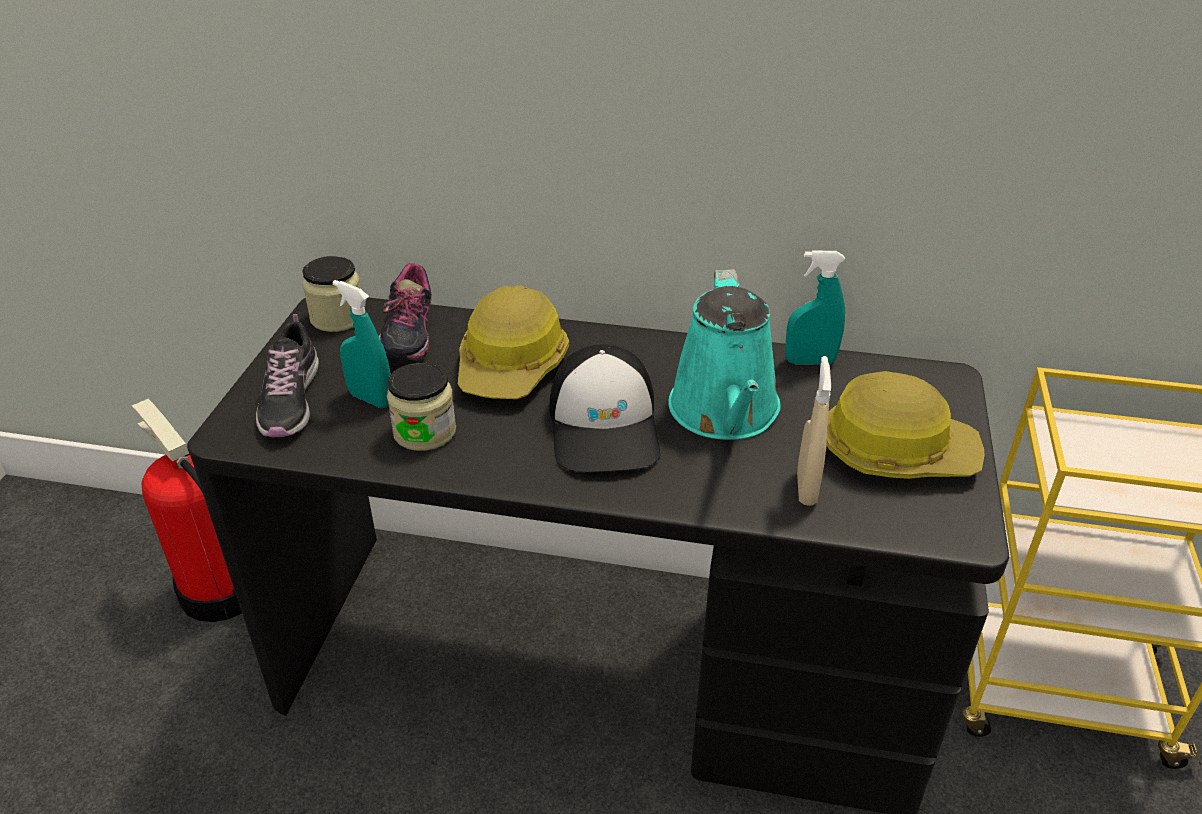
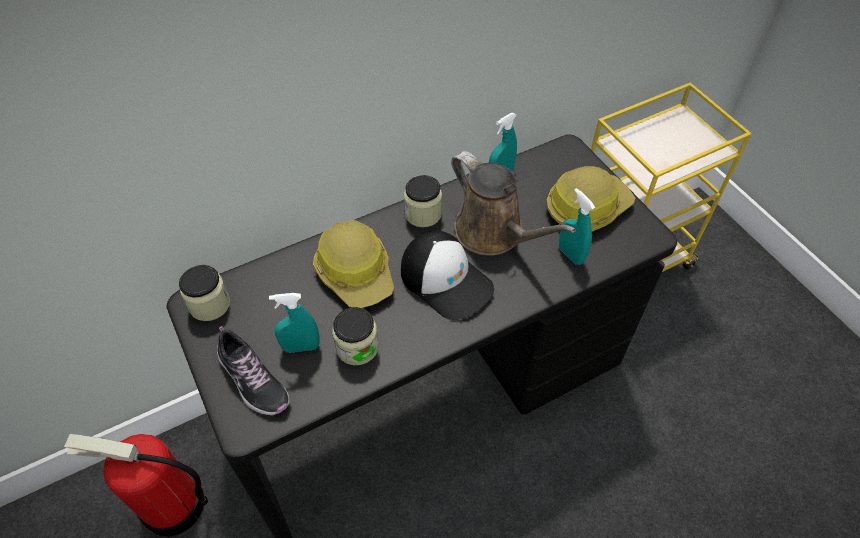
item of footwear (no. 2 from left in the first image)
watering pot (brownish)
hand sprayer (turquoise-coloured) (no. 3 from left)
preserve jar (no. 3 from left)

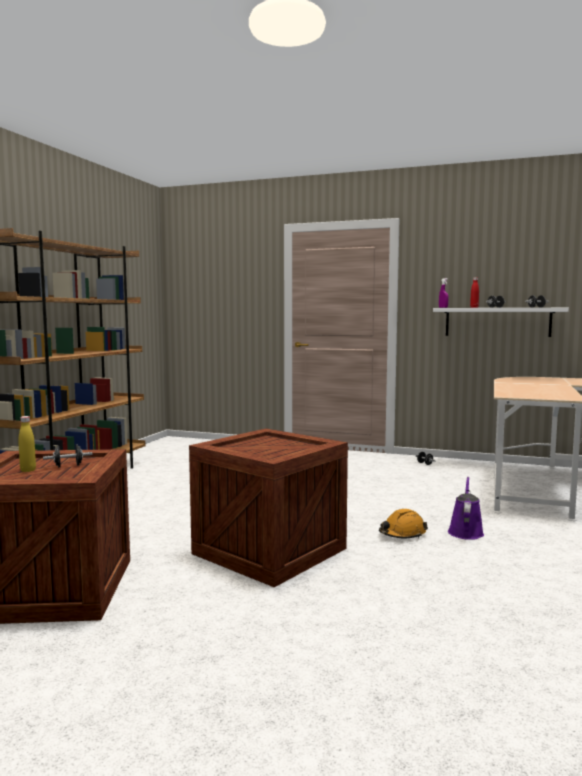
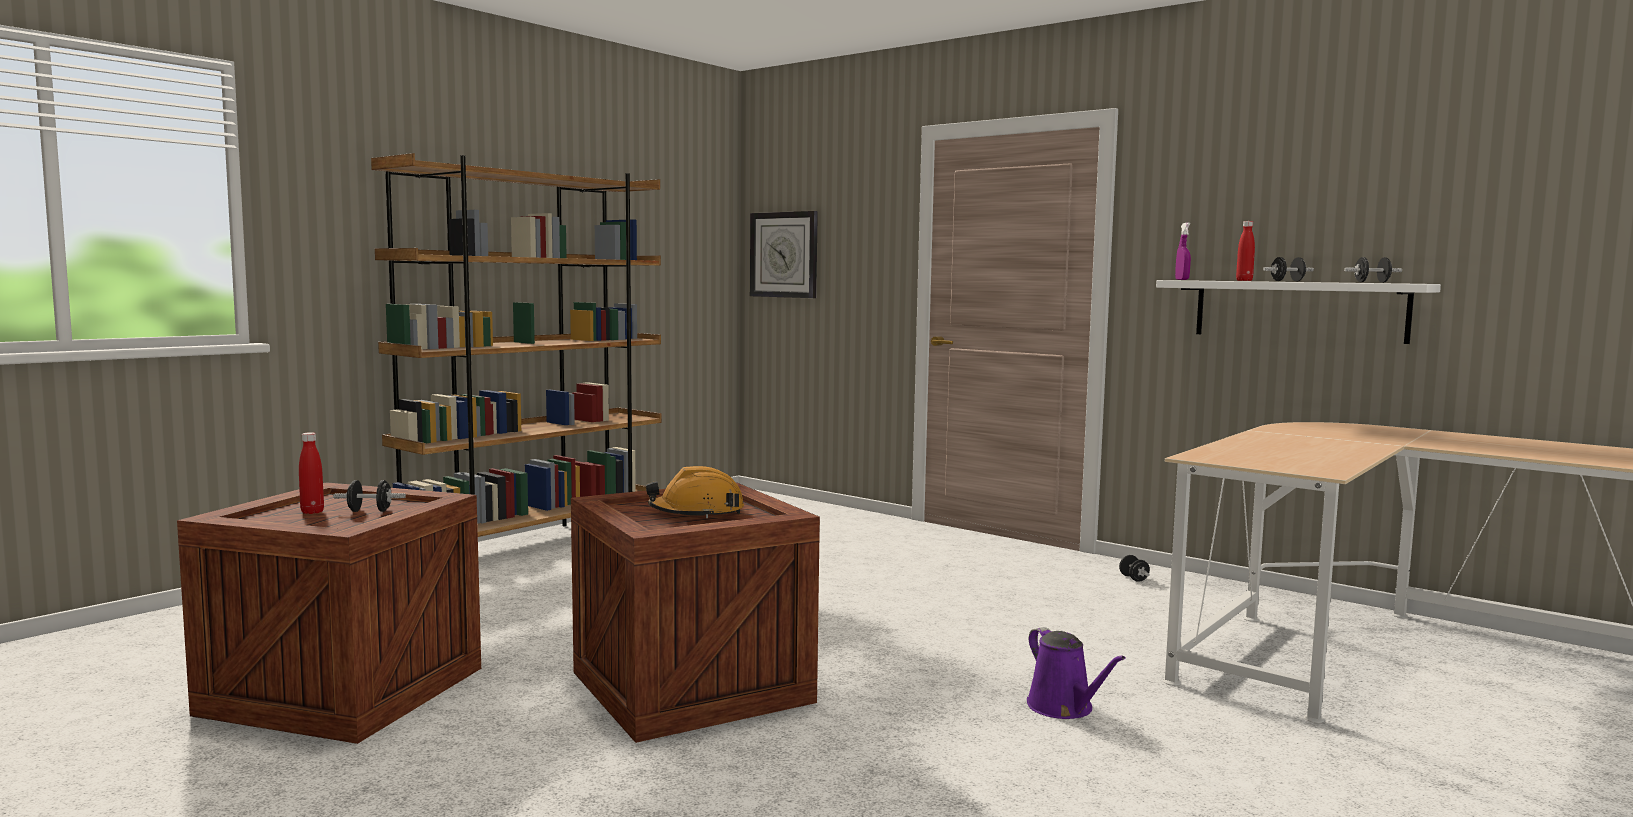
beverage bottle (red) (no. 1 from left)
watering pot (purple-coloured)
safety helmet (orangey)
hanging clock

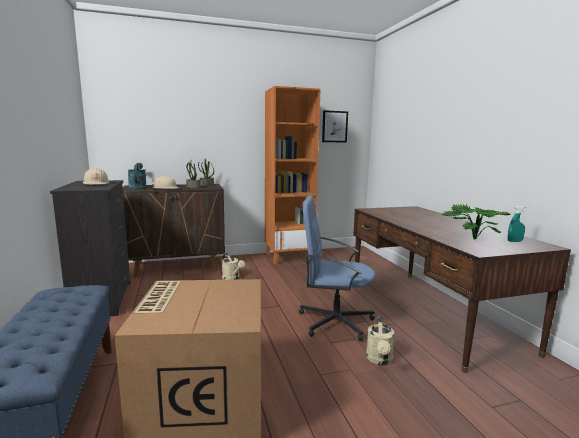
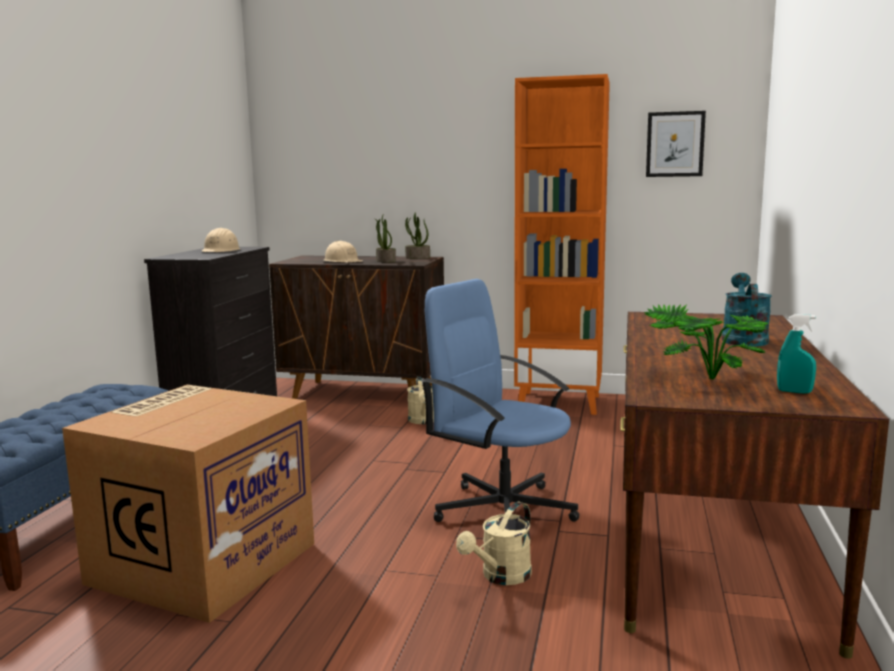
watering pot (turquoise-coloured)

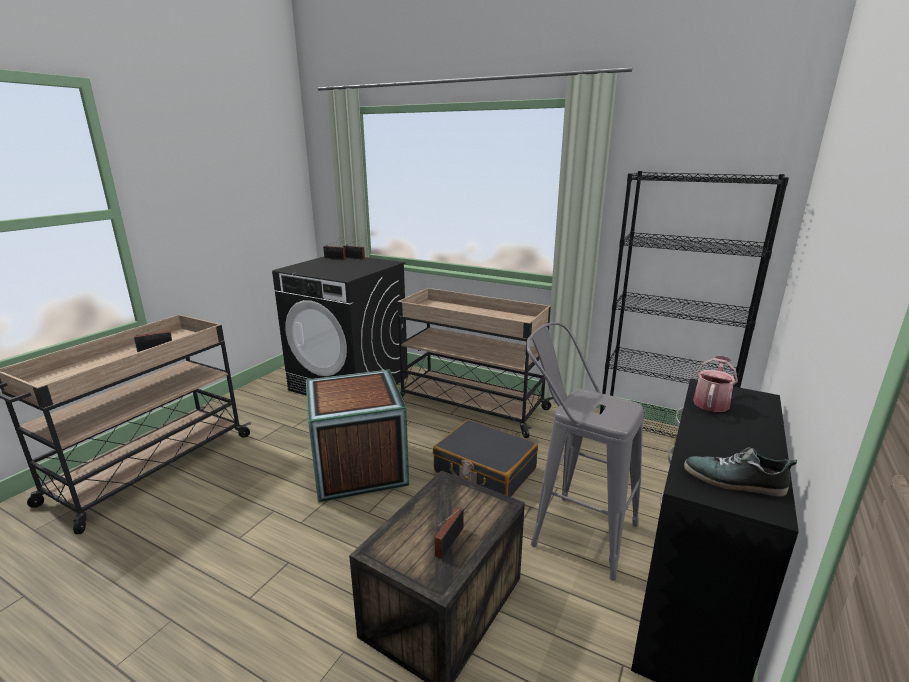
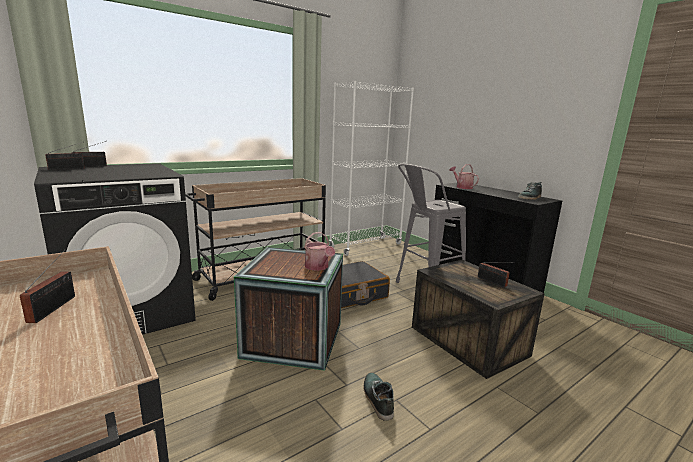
bookcase (white)
watering pot (no. 1 from left)
item of footwear (no. 1 from left)

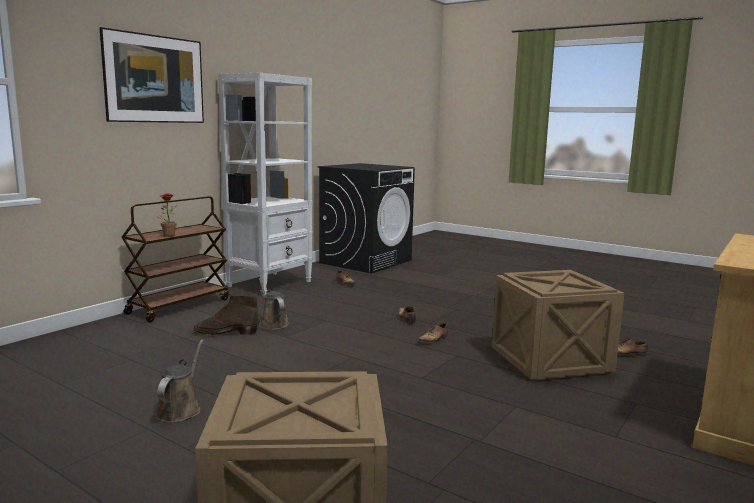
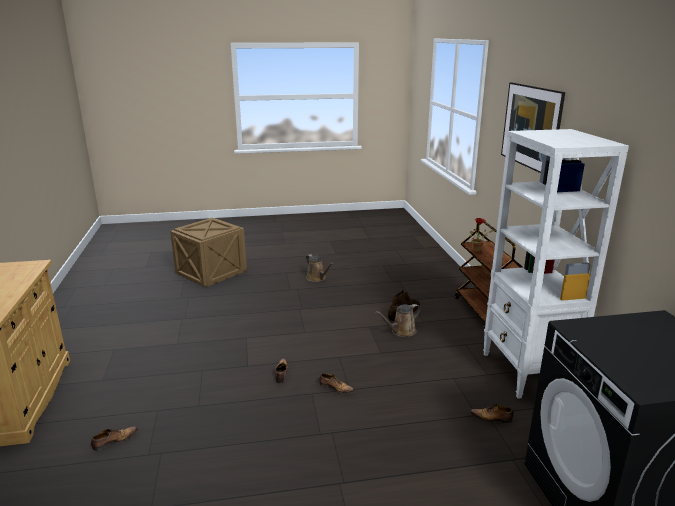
shipping crate (no. 2 from left in the first image)
watering pot (brownish) (no. 2 from left)

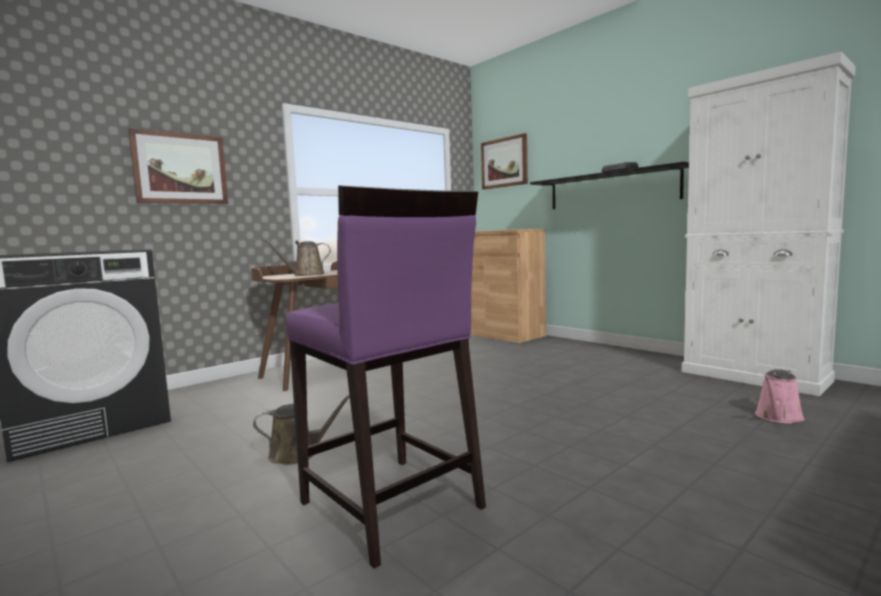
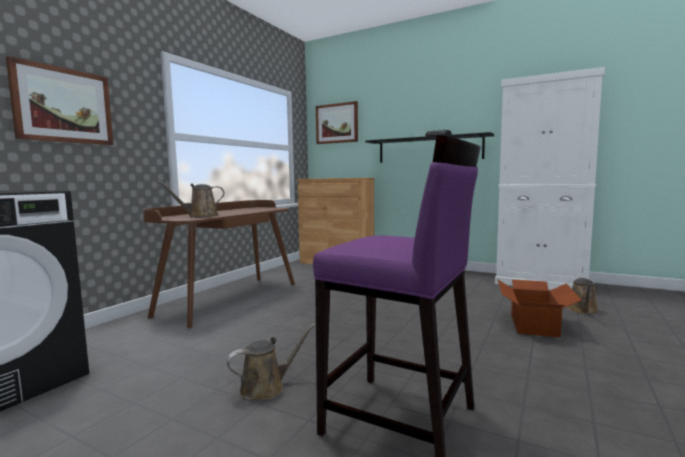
watering pot (brownish) (no. 3 from left)
packing box

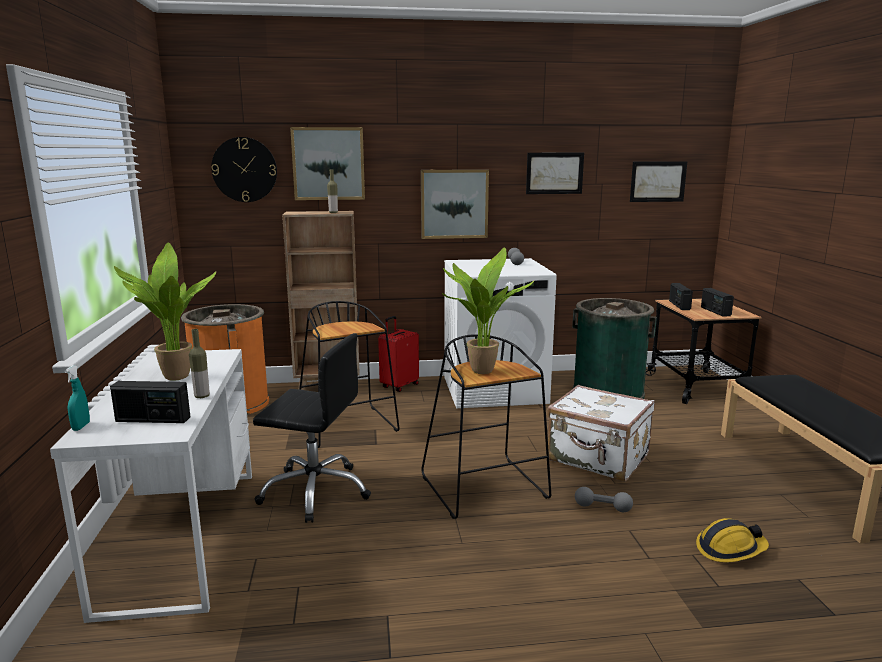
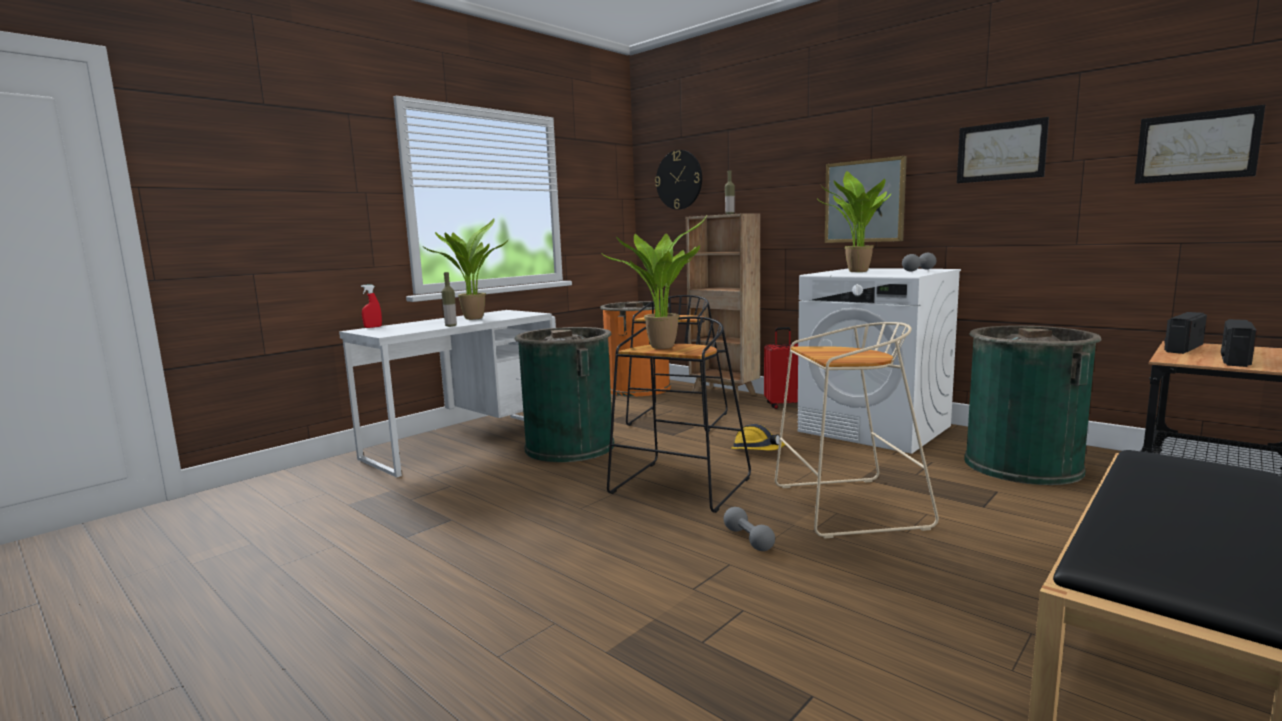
wall art (no. 1 from left in the first image)
waste bin (greenish) (no. 1 from left)
hand sprayer (red)
radio (no. 1 from left in the first image)
sitting stool (beige-coloured)
safety helmet
potted plant (no. 3 from left)

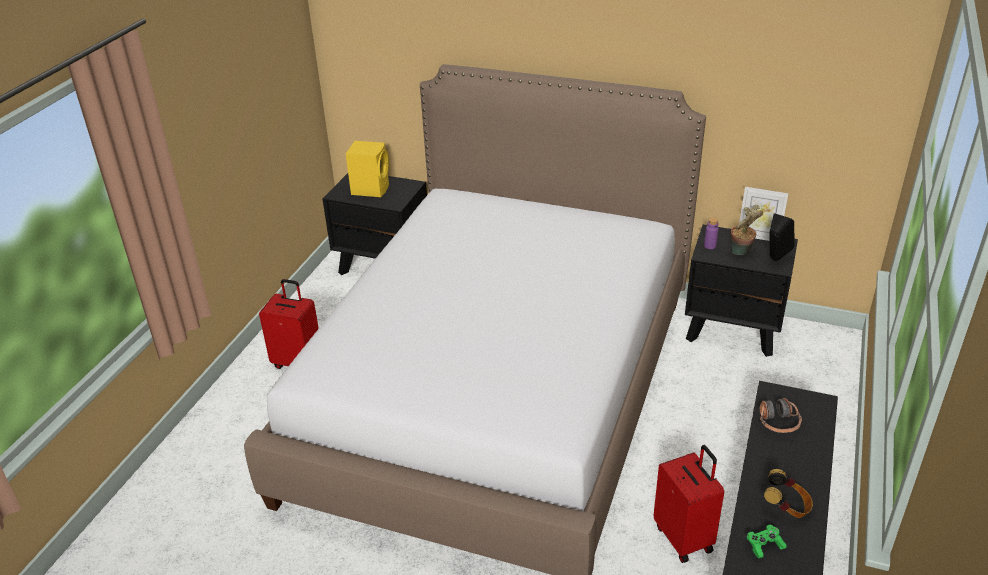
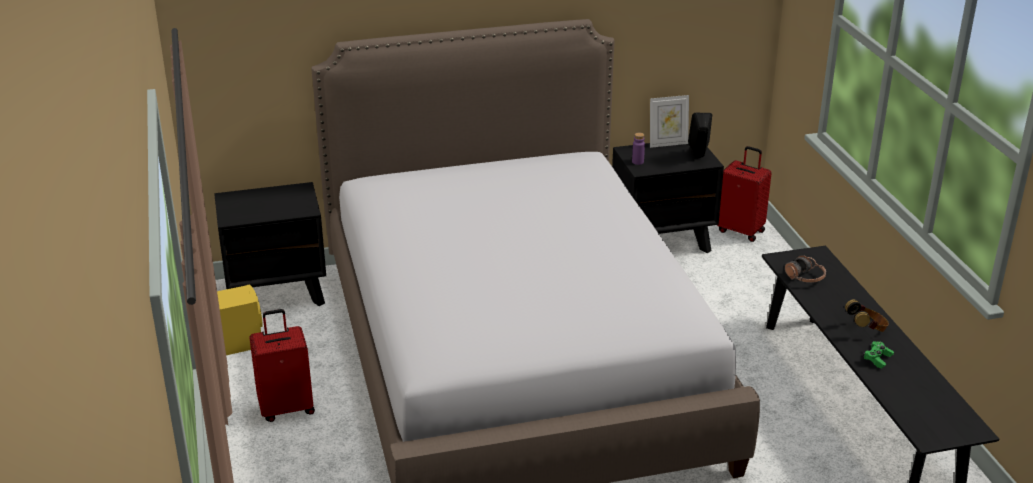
loudspeaker (yellow-coloured)
potted plant
travel case (red) (no. 2 from left)

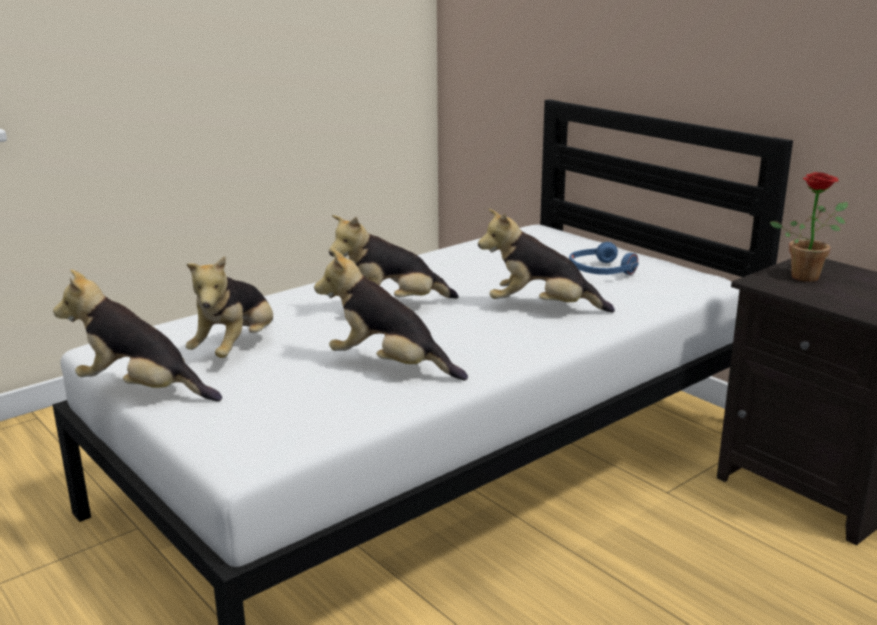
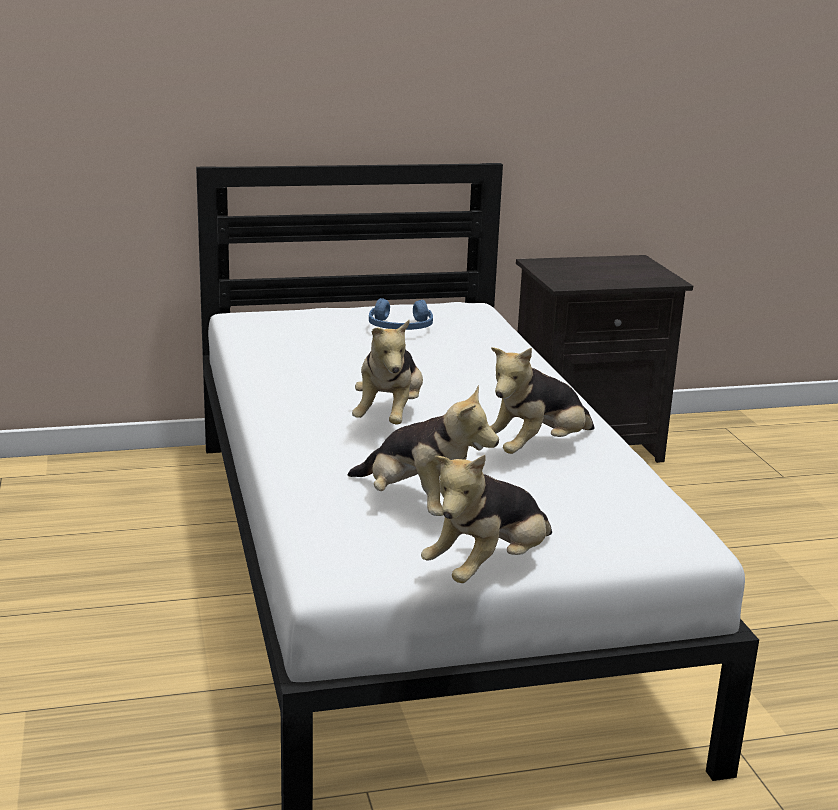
potted plant
cuddly toy (no. 5 from left in the first image)

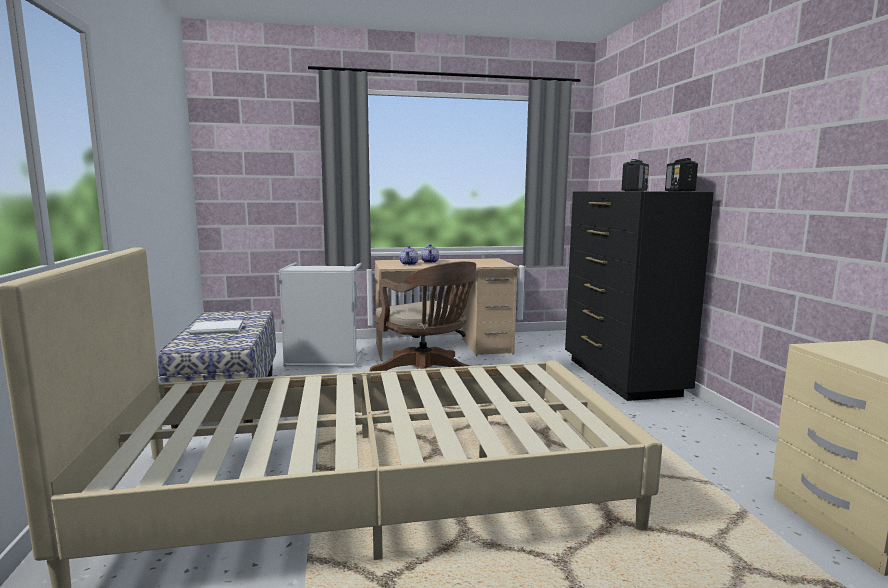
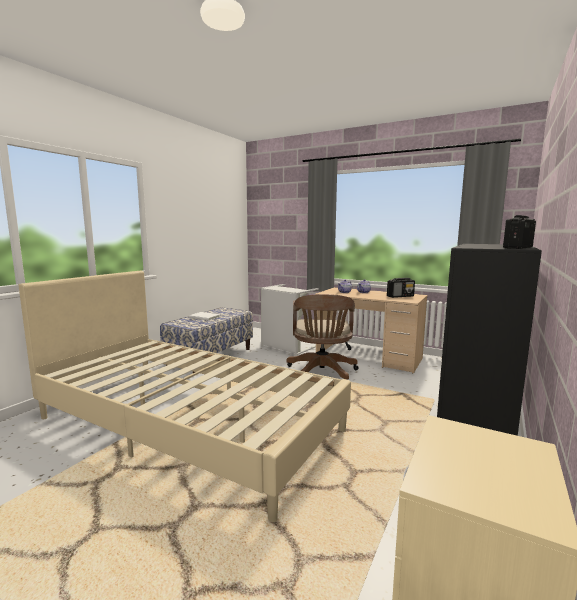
radio (no. 1 from left)

